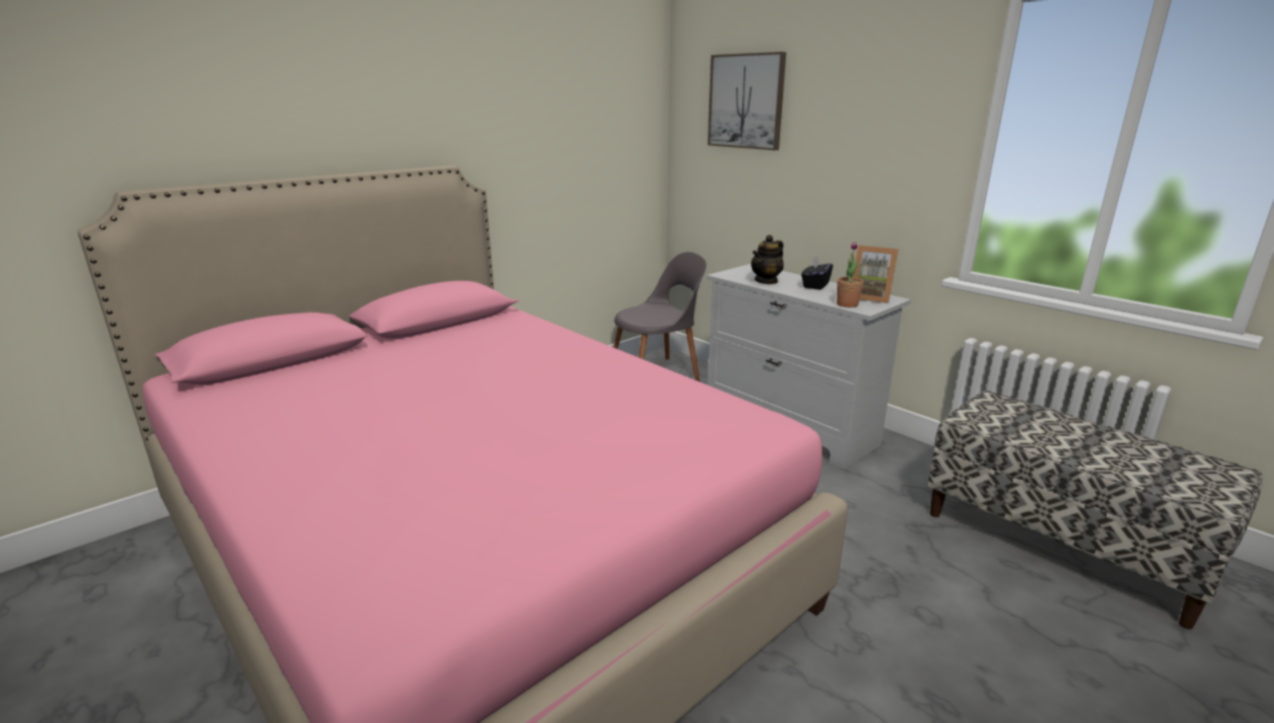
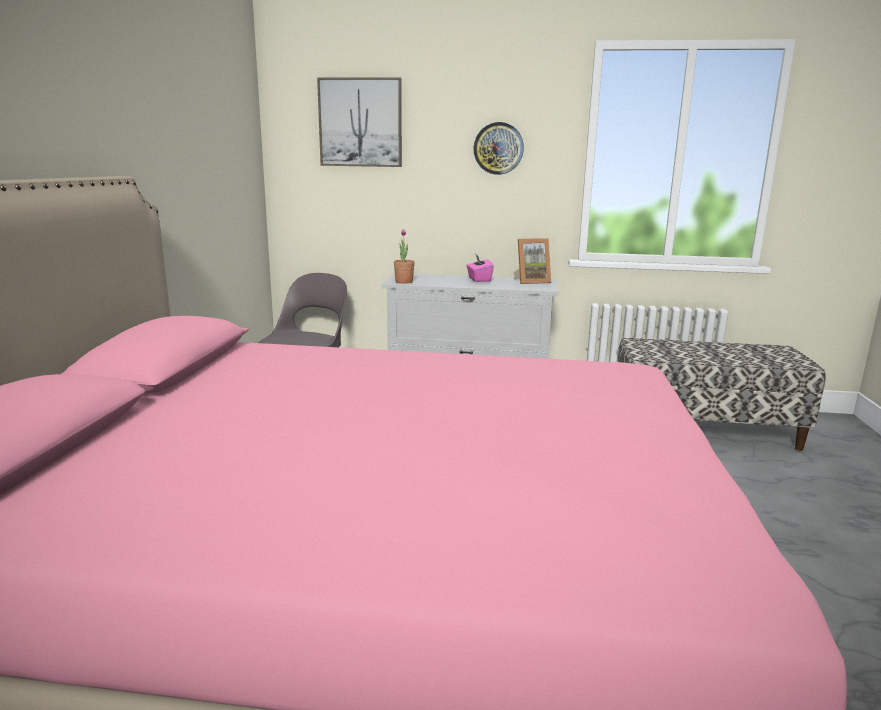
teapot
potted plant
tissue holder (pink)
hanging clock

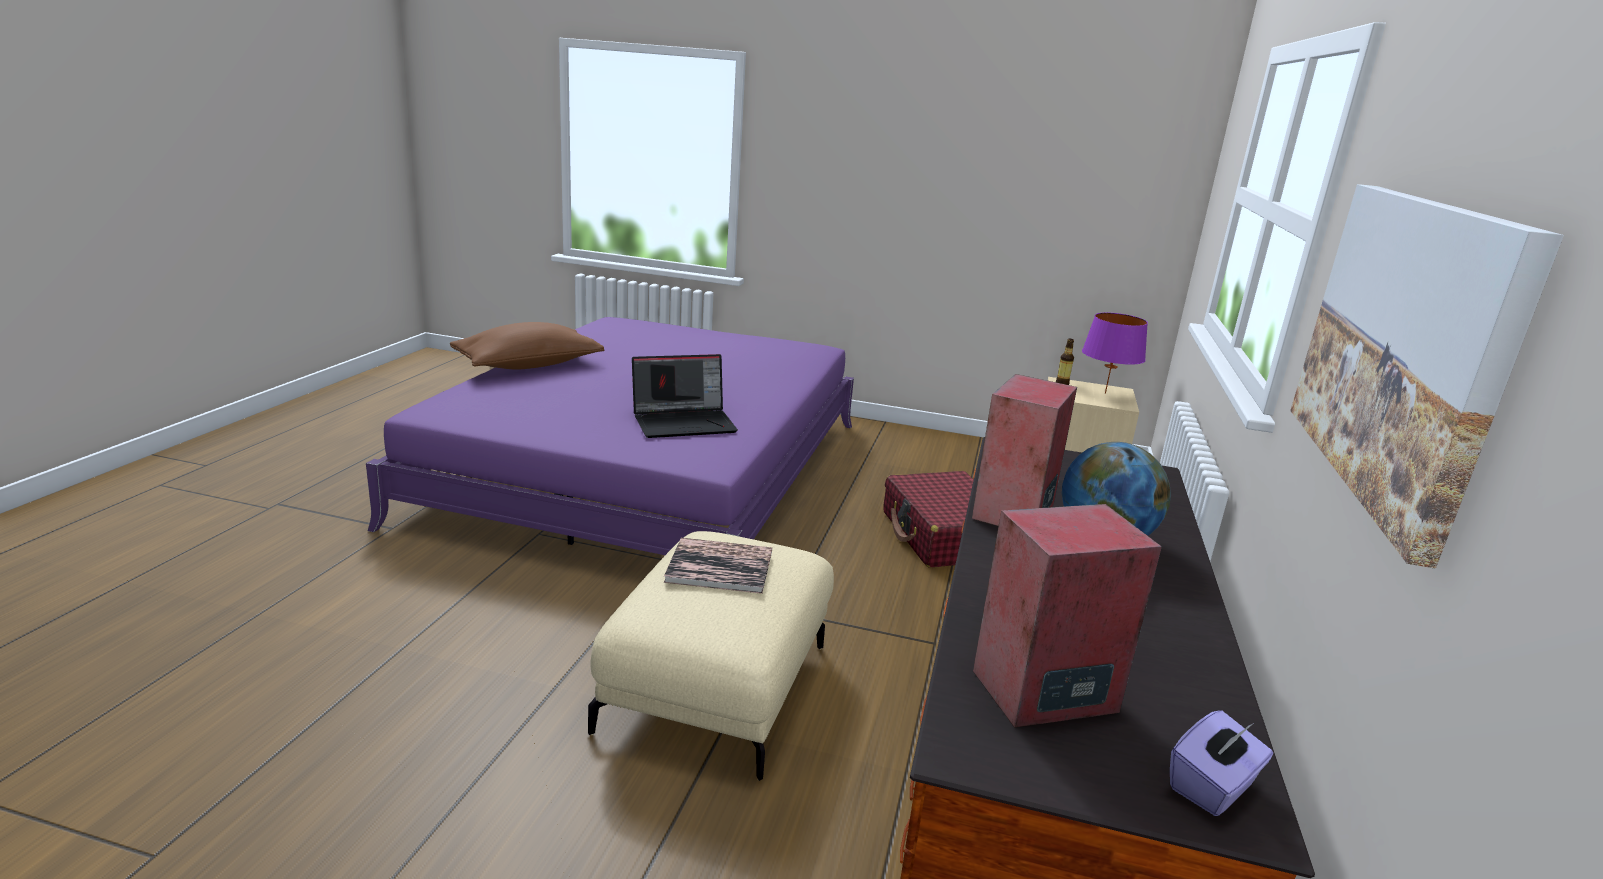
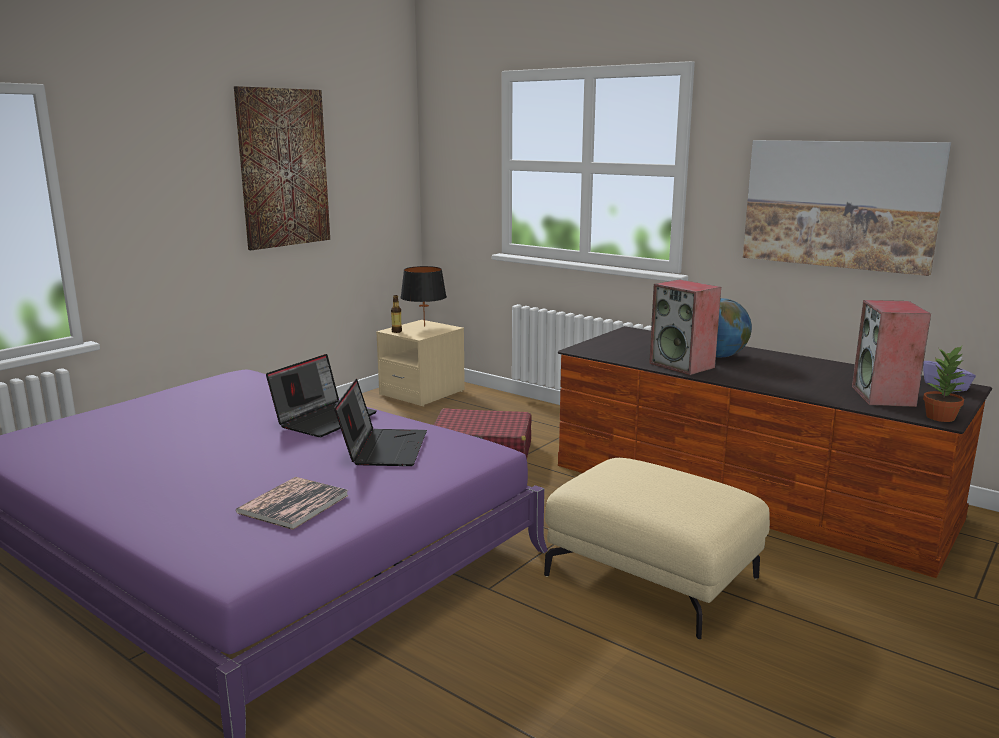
tabletop lamp (blackish)
pillow (brownish)
bound book
wall art (no. 1 from left)
potted plant
notebook computer (no. 1 from left)

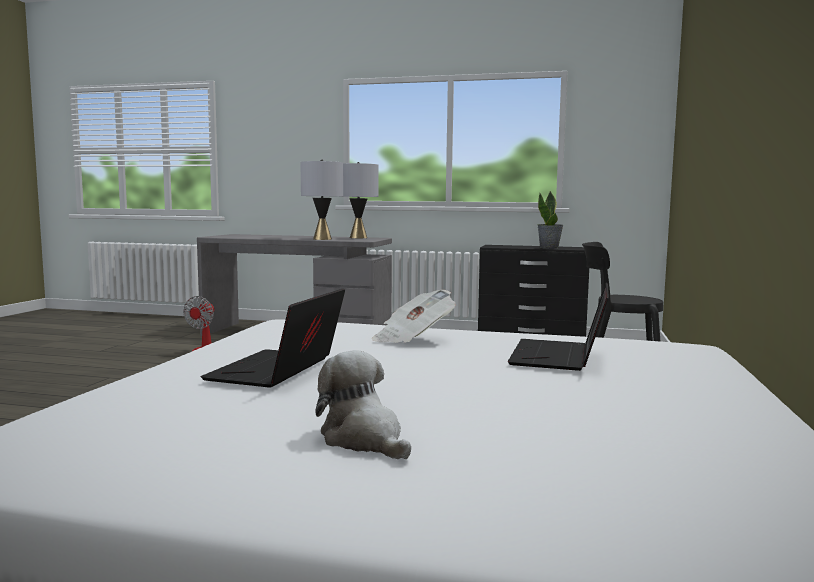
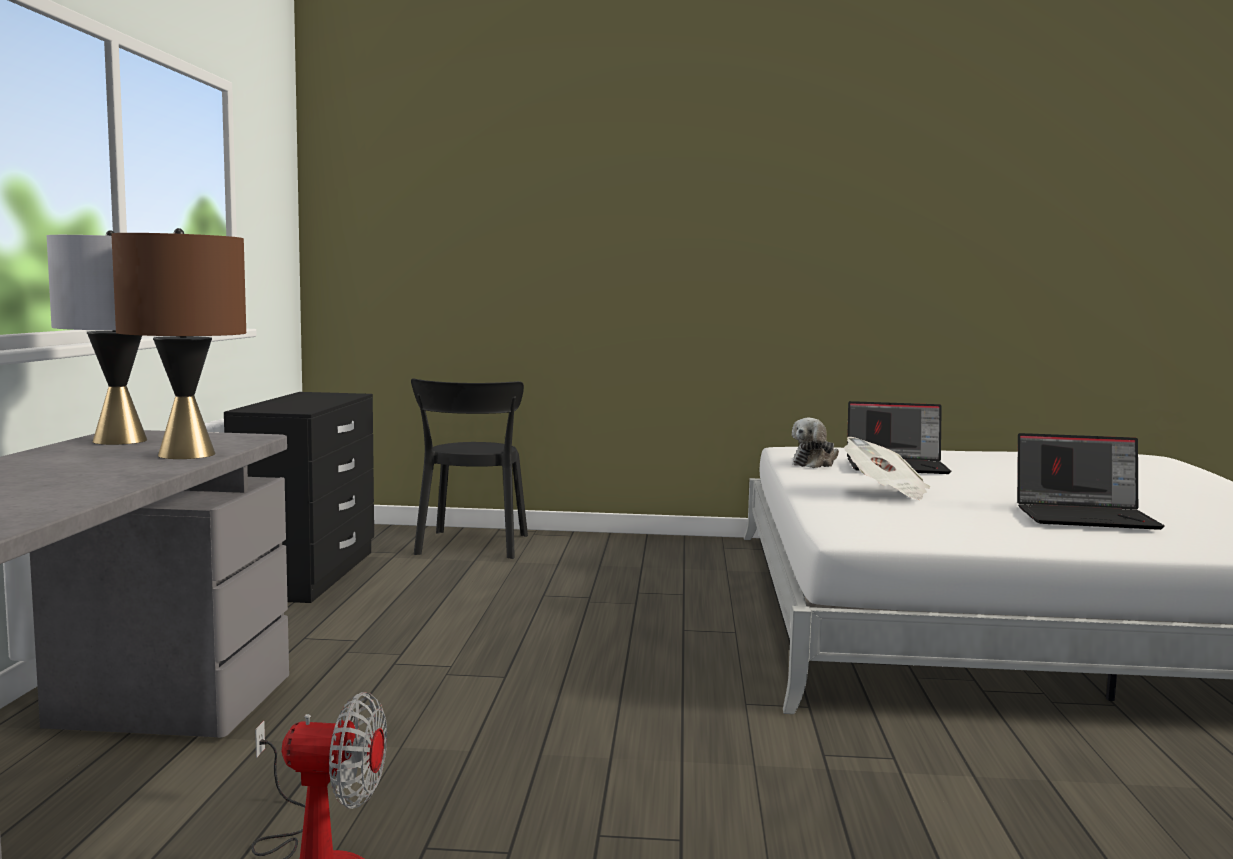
tabletop lamp (brownish)
potted plant
cuddly toy

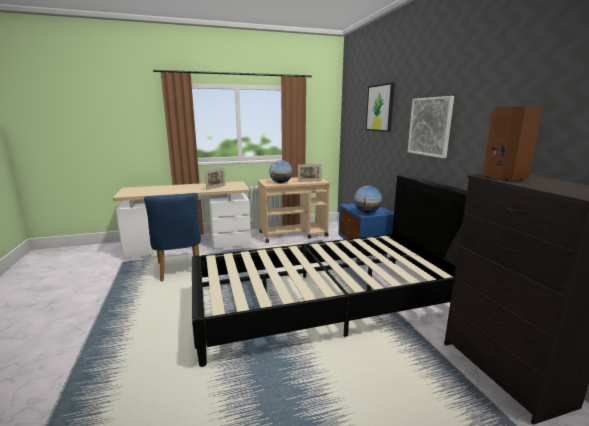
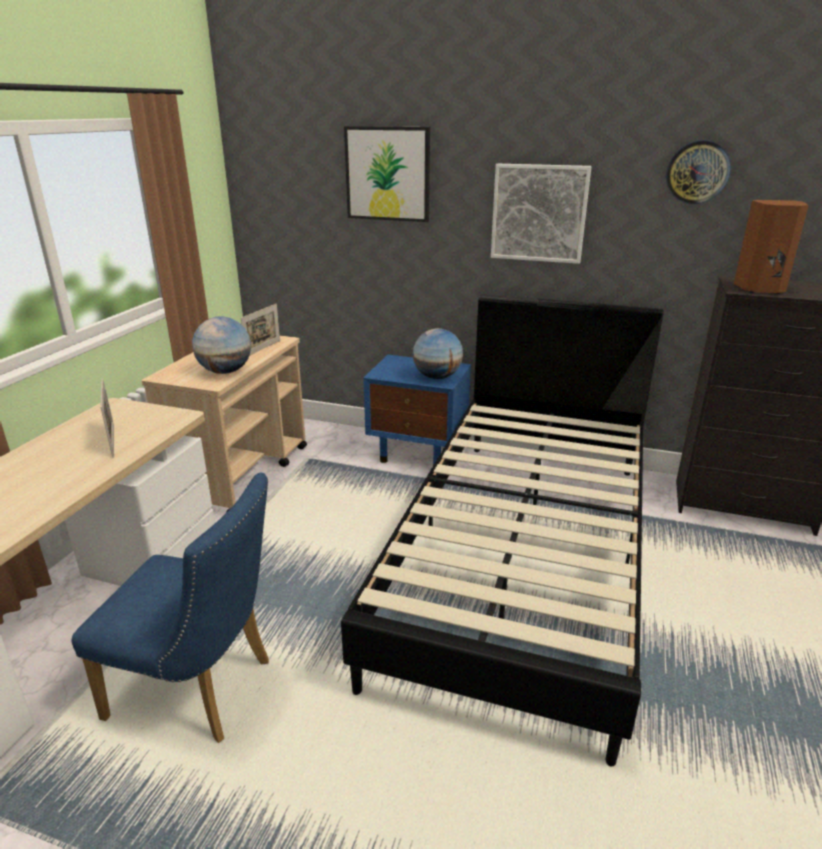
hanging clock

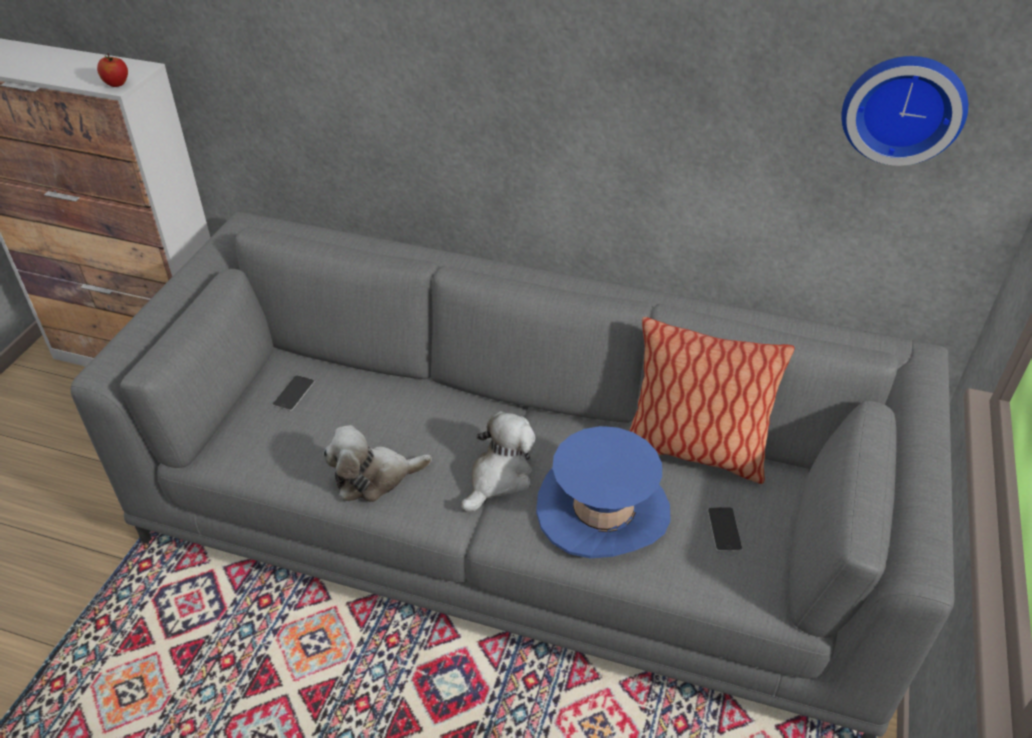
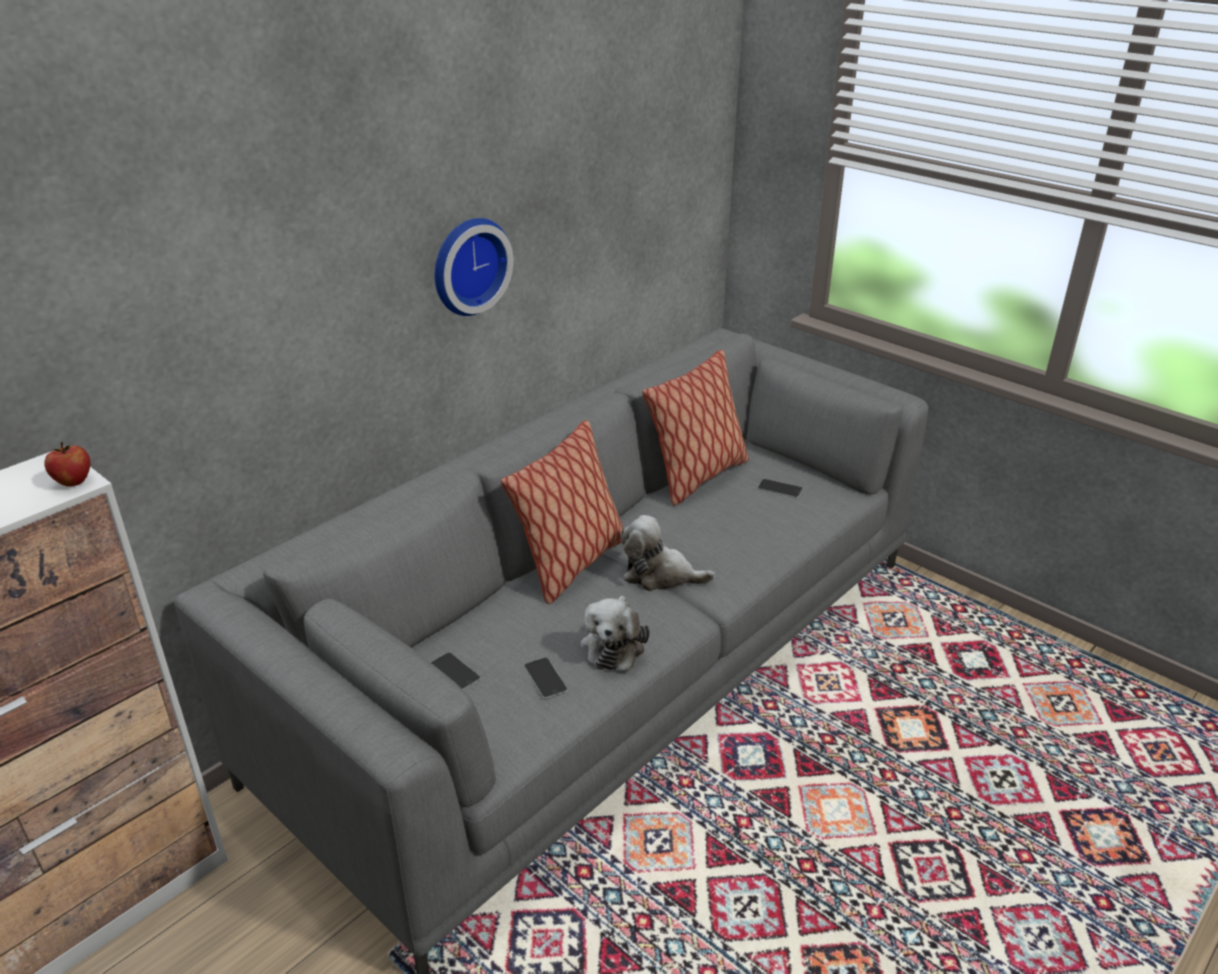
hanging clock
cuddly toy (no. 2 from left)
wearable hat (blue-coloured)
pillow (no. 1 from left)
handset (no. 2 from left)

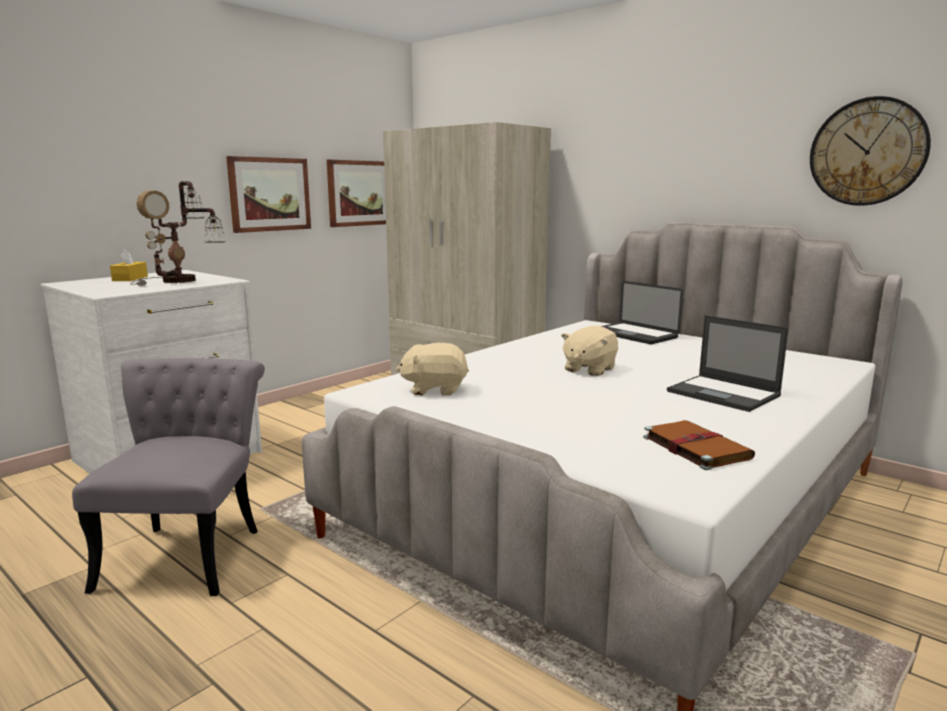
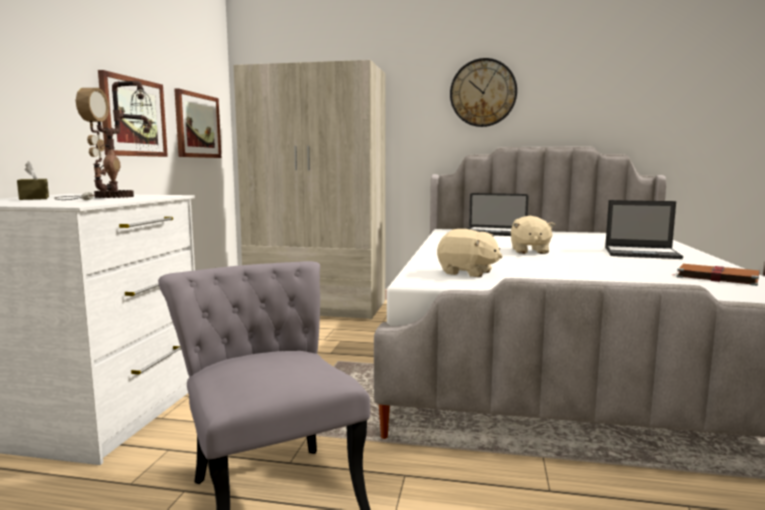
hanging clock
tissue holder (brownish)
cuddly toy (beige-coloured) (no. 1 from left)

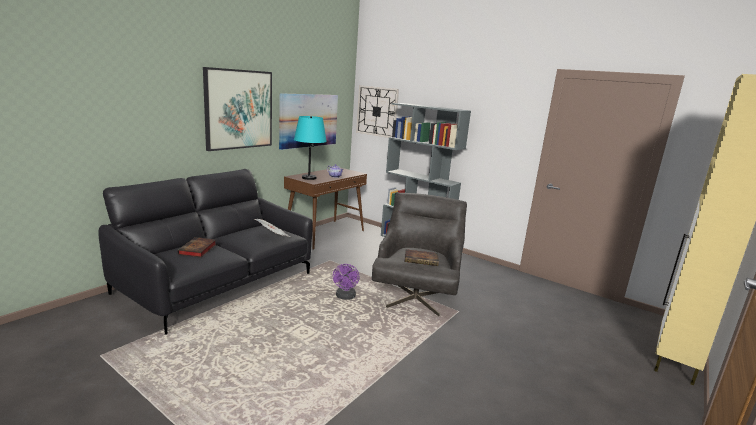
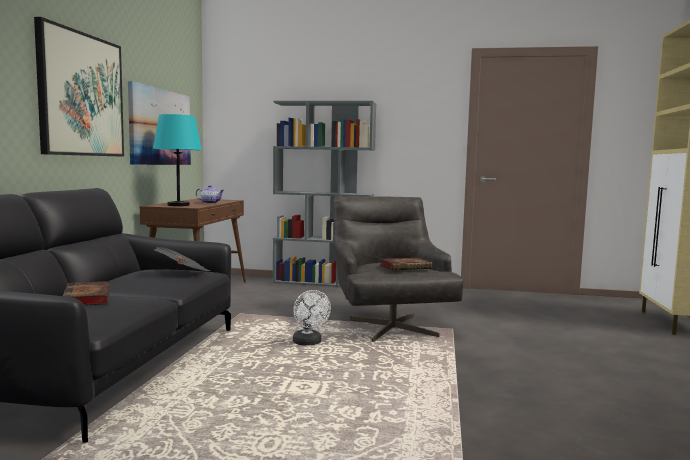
hanging clock
fan (white)

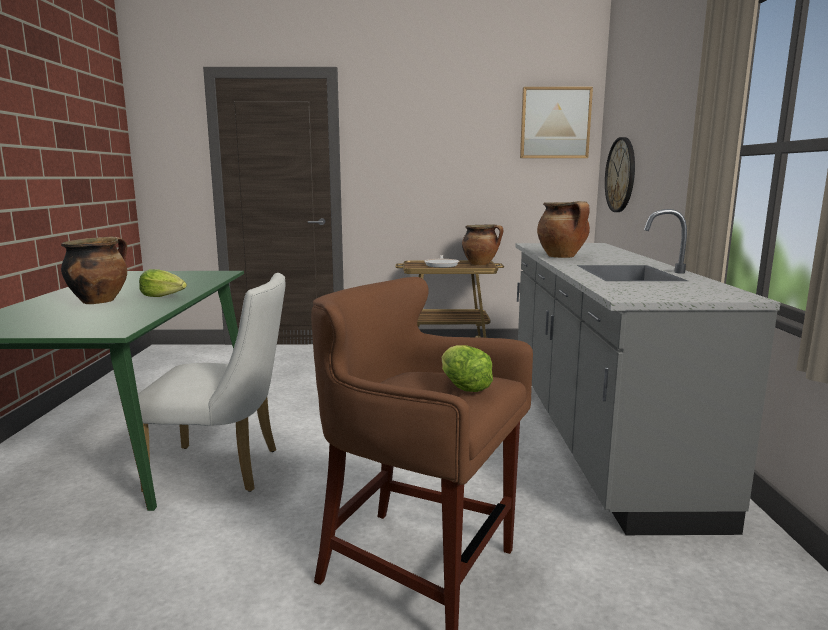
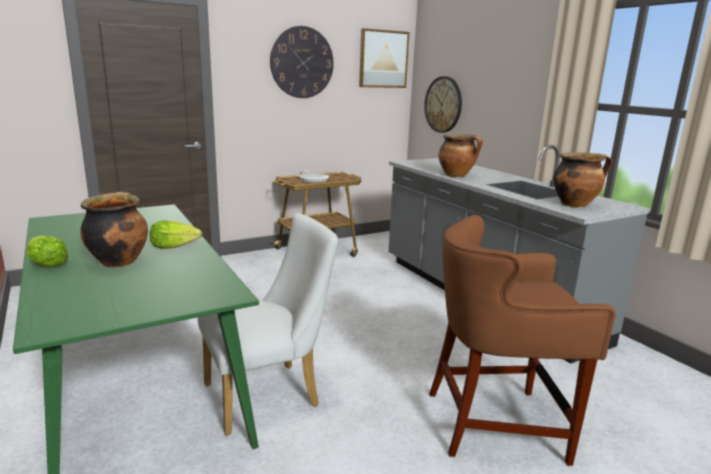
cooking pot (no. 3 from left)
lettuce head (no. 1 from left)
hanging clock (no. 1 from left)

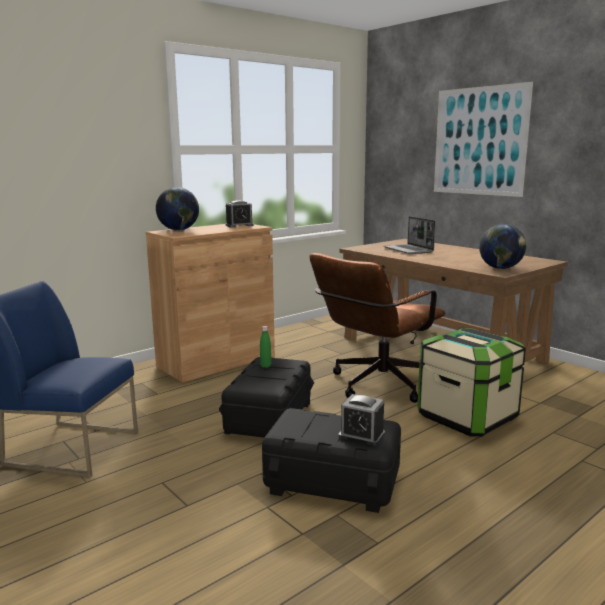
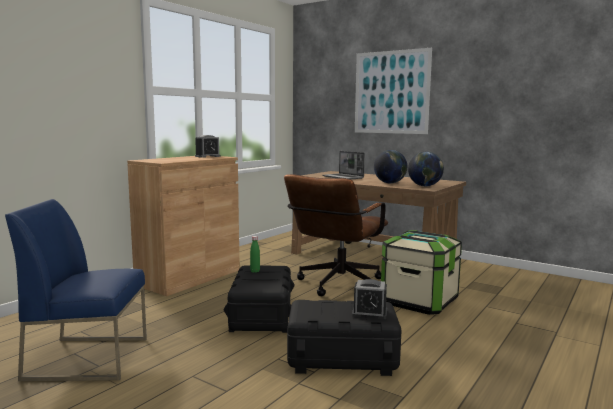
world globe (no. 1 from left)

